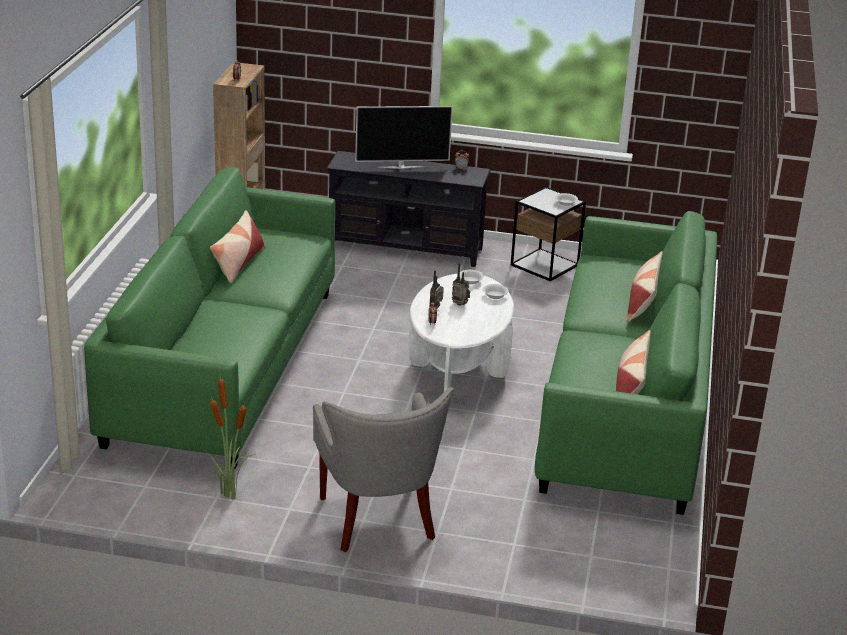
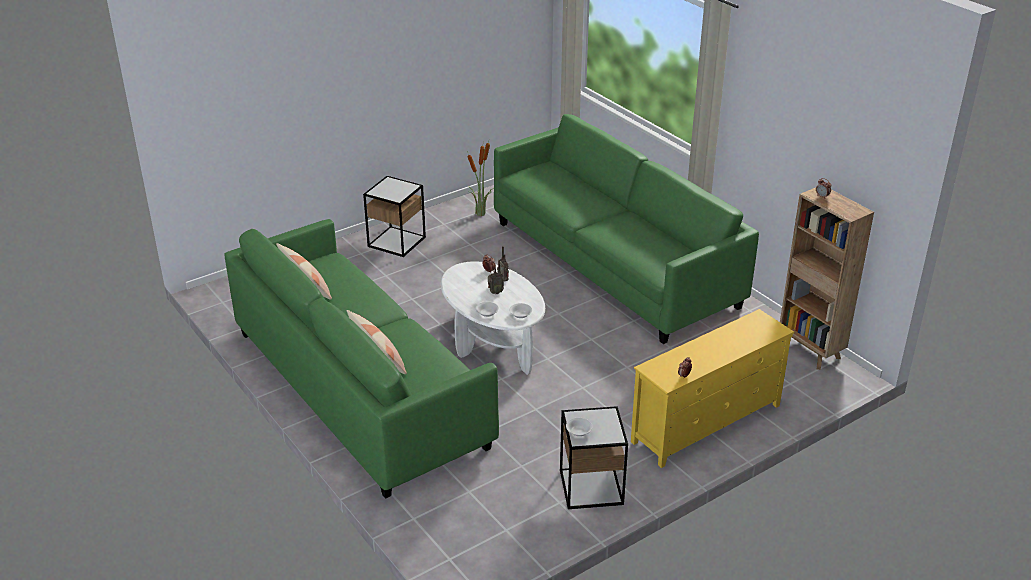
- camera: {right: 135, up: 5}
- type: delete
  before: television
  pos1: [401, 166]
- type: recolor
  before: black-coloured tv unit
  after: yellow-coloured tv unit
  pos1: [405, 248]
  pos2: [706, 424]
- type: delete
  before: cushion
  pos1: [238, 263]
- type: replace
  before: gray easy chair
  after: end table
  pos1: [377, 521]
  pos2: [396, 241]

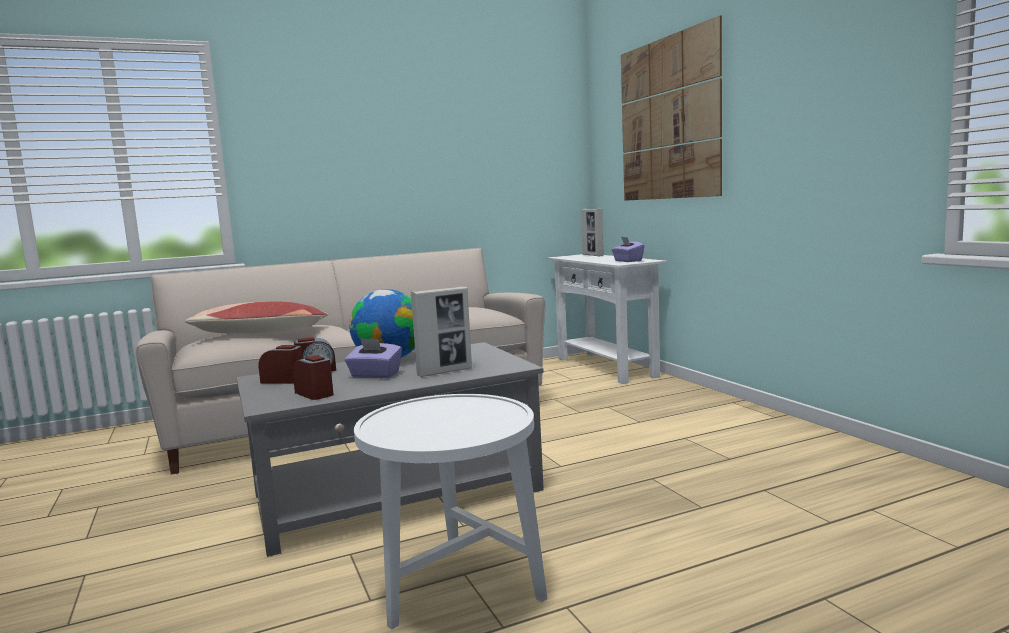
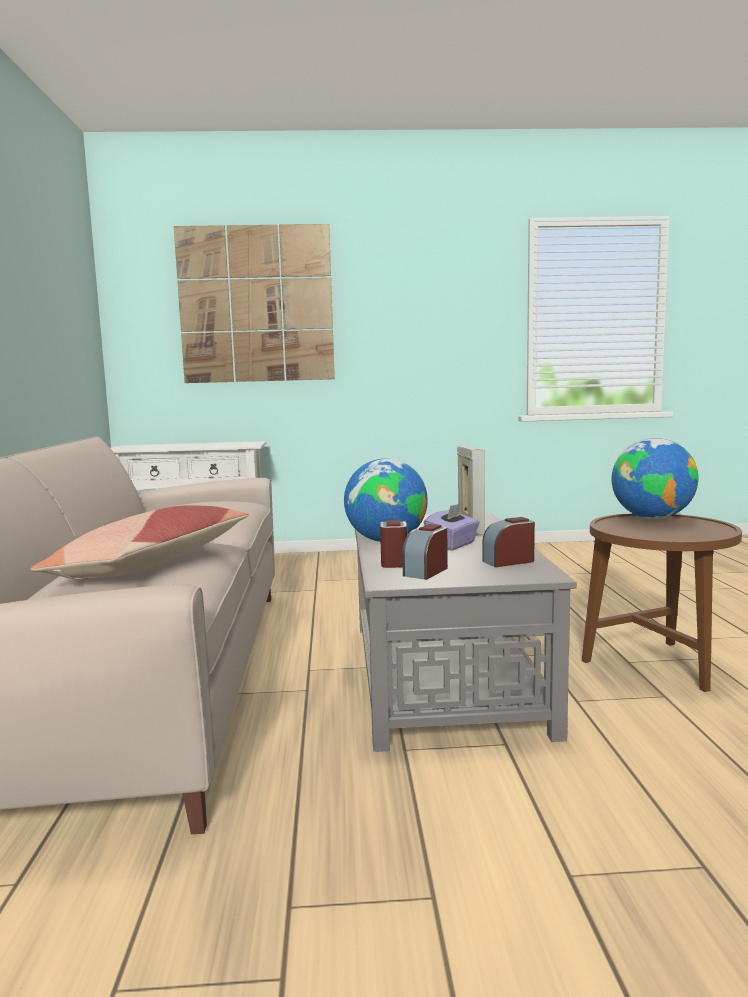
- camera: {right: -70, up: 0}
- type: delete
  before: photo frame
  pos1: [593, 255]
- type: delete
  before: purple tissue holder
  pos1: [627, 261]
- type: recolor
  before: white-coloured end table
  after: brown end table
  pos1: [457, 592]
  pos2: [656, 666]
- type: insert
  after: world globe
  pos2: [652, 518]

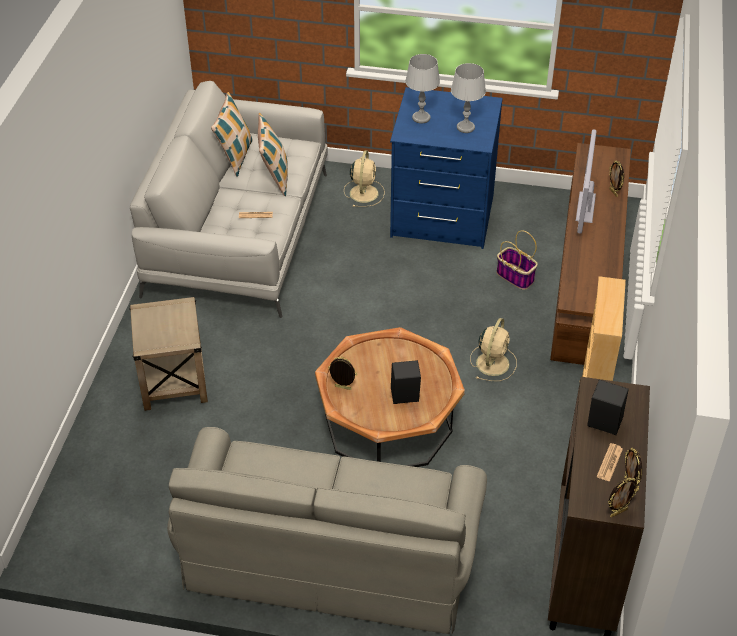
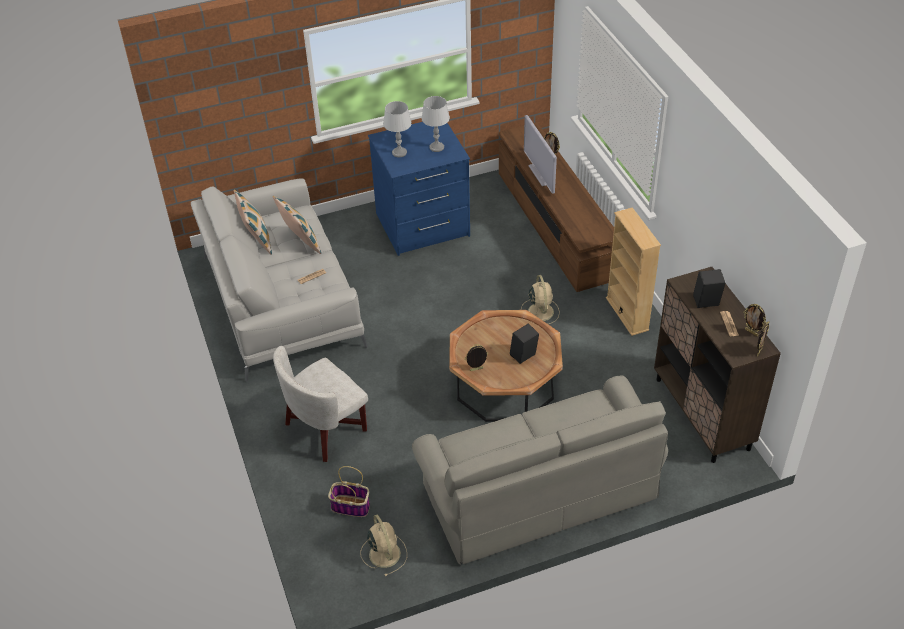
- camera: {right: -30, up: 0}
- type: move
  before: beige electric fan
  pos1: [364, 192]
  pos2: [384, 553]
- type: move
  before: household basket
  pos1: [516, 277]
  pos2: [351, 506]
- type: replace
  before: beige end table
  after: white-coloured easy chair
  pos1: [173, 380]
  pos2: [325, 428]

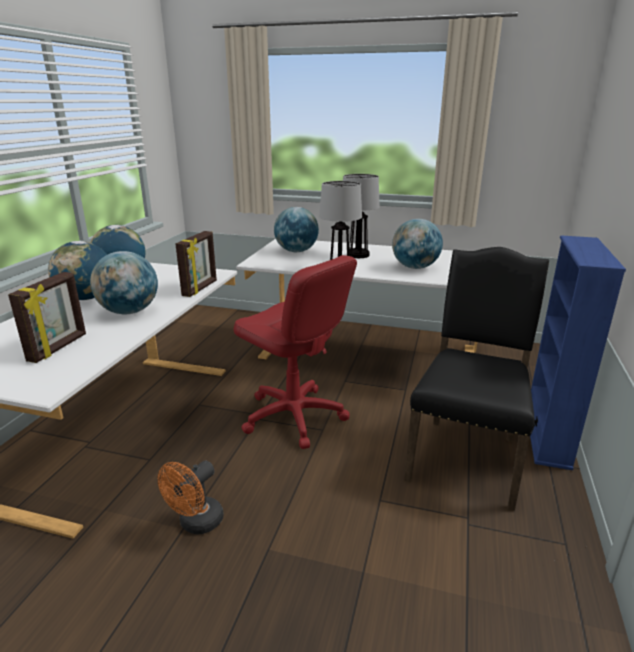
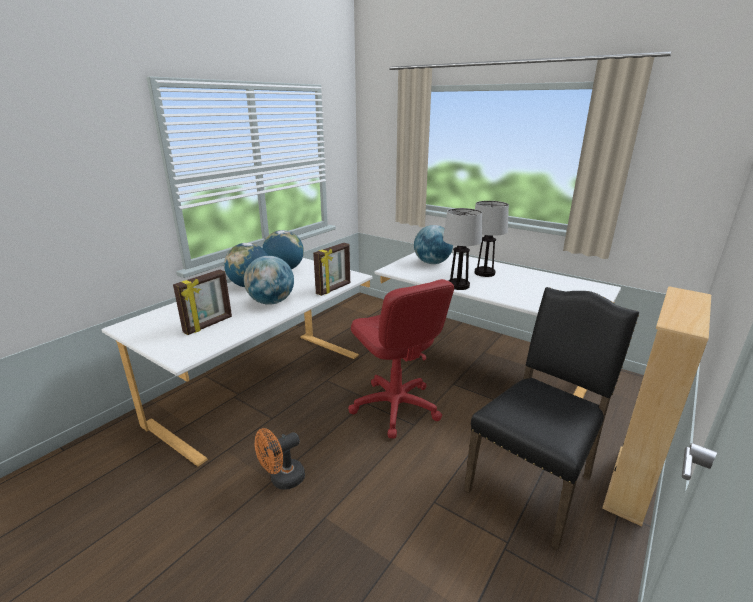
- camera: {right: 20, up: 0}
- type: delete
  before: world globe
  pos1: [415, 267]
- type: recolor
  before: blue-coloured shelving unit
  after: beige shelving unit
  pos1: [547, 436]
  pos2: [630, 483]

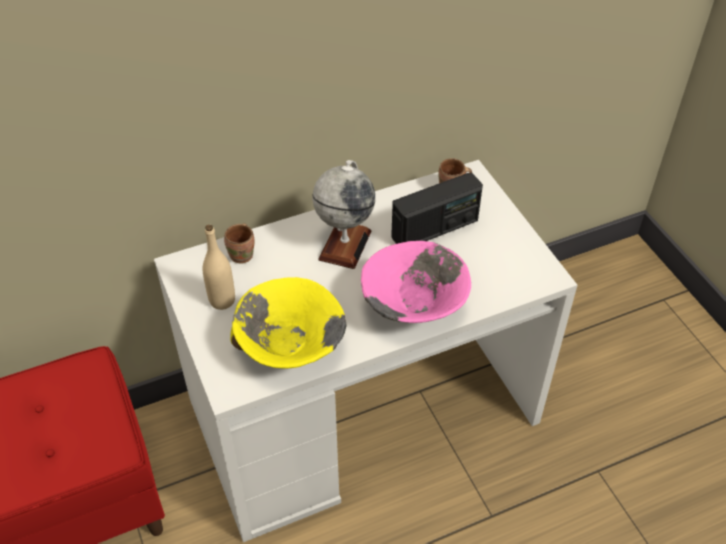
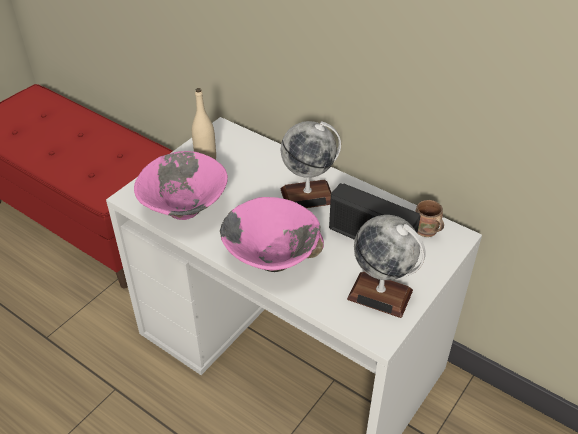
- camera: {right: 60, up: -5}
- type: delete
  before: brown mug
  pos1: [243, 255]
- type: recolor
  before: yellow-coloured deep dish
  after: pink-coloured deep dish
  pos1: [290, 349]
  pos2: [184, 210]
- type: insert
  after: world globe
  pos2: [380, 294]

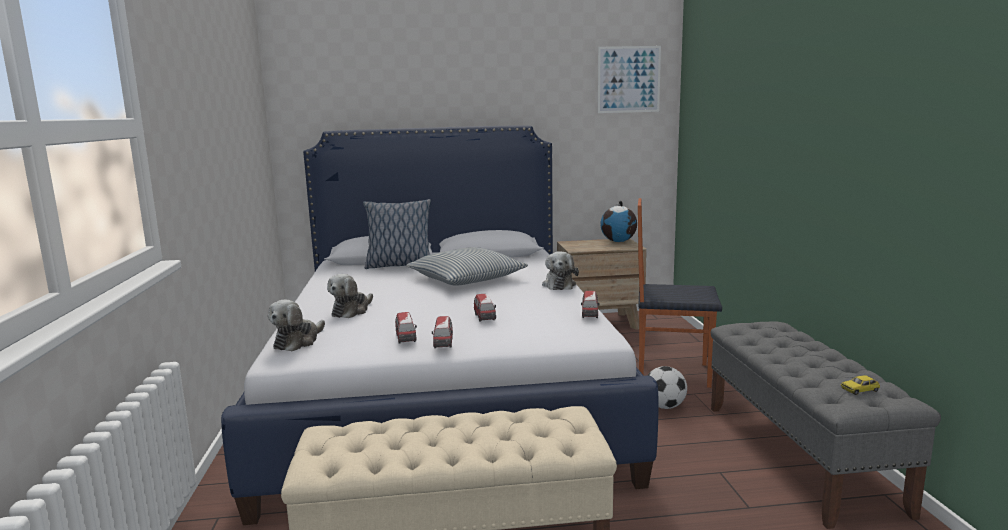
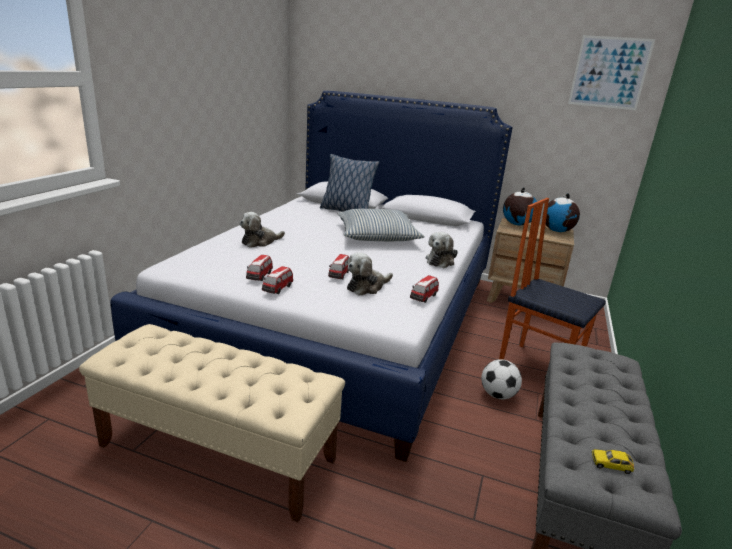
- camera: {right: 25, up: 10}
- type: move
  before: soft toy
  pos1: [298, 341]
  pos2: [367, 287]
- type: insert
  after: world globe
  pos2: [516, 224]

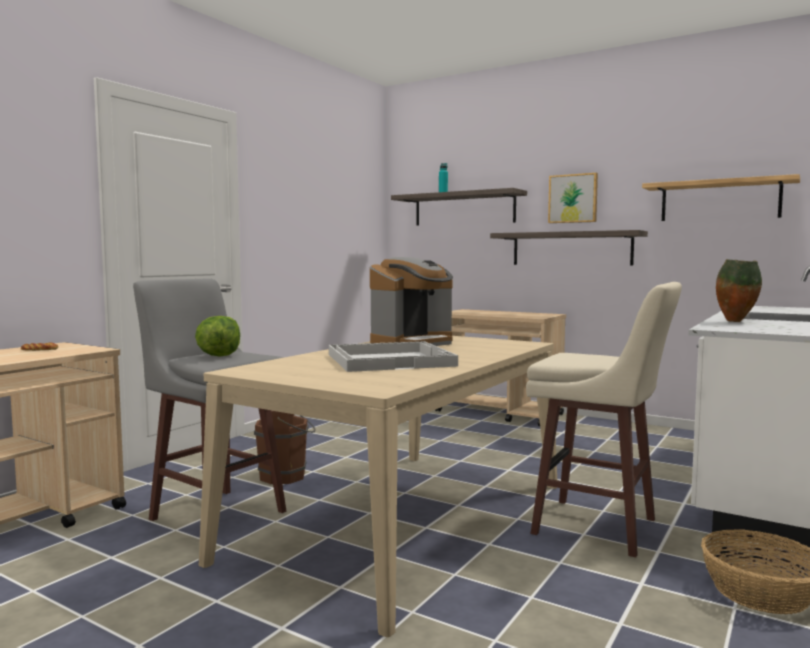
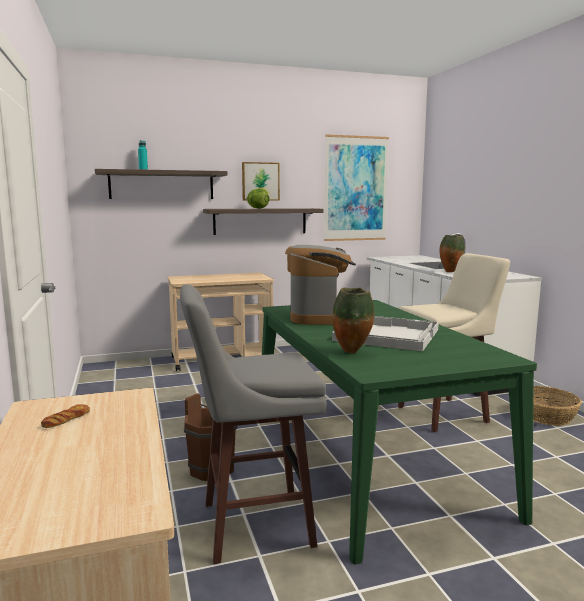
- camera: {right: -50, up: 5}
- type: replace
  before: shelf
  after: wall picture
  pos1: [719, 201]
  pos2: [356, 189]
- type: move
  before: lettuce head
  pos1: [219, 356]
  pos2: [257, 208]
- type: recolor
  before: beige dining table
  after: green dining table
  pos1: [404, 520]
  pos2: [367, 457]
- type: insert
  after: decorative vase
  pos2: [352, 352]

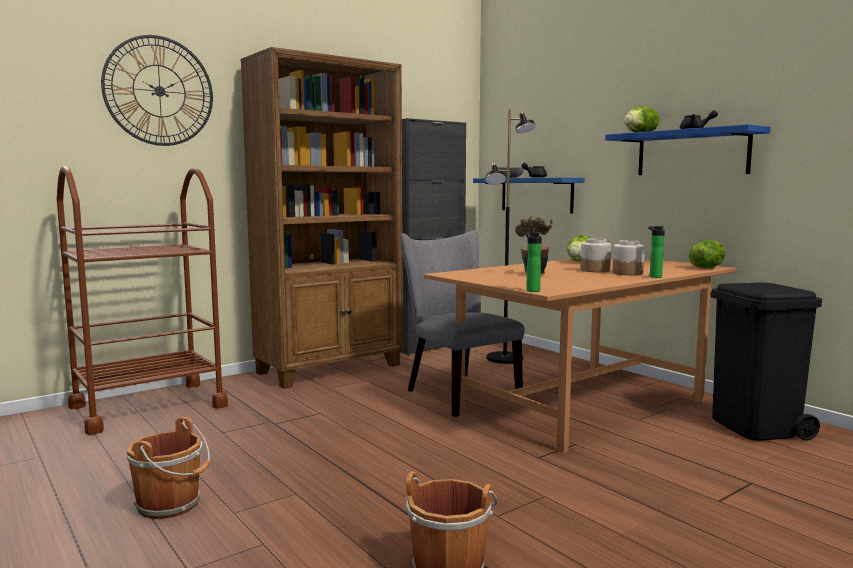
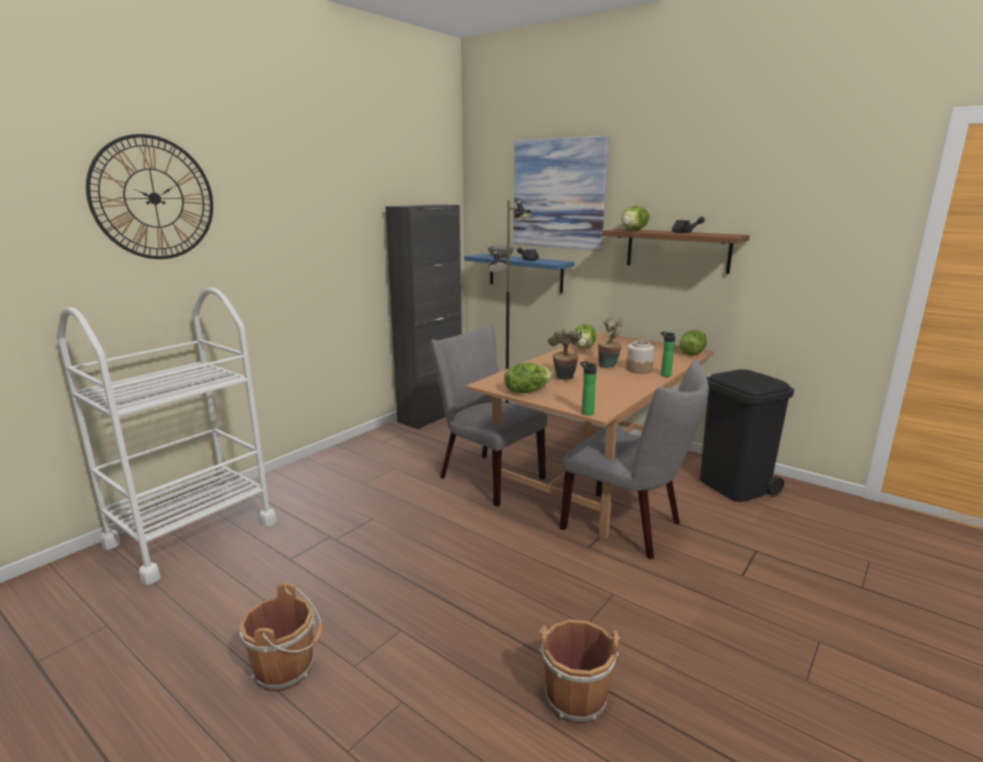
- camera: {right: -15, up: 10}
- type: delete
  before: brown shelving unit
  pos1: [331, 369]
- type: recolor
  before: blue-coloured shelf
  after: brown shelf
  pos1: [691, 153]
  pos2: [677, 250]
- type: recolor
  before: brown cart
  after: white-coloured cart
  pos1: [148, 406]
  pos2: [192, 533]
- type: replace
  before: storage jar
  after: plant in a pot
  pos1: [595, 270]
  pos2: [609, 366]
- type: insert
  after: wall picture
  pos2: [558, 194]
- type: insert
  after: gray upright chair
  pos2: [628, 526]
- type: insert
  after: lettuce head
  pos2: [526, 391]

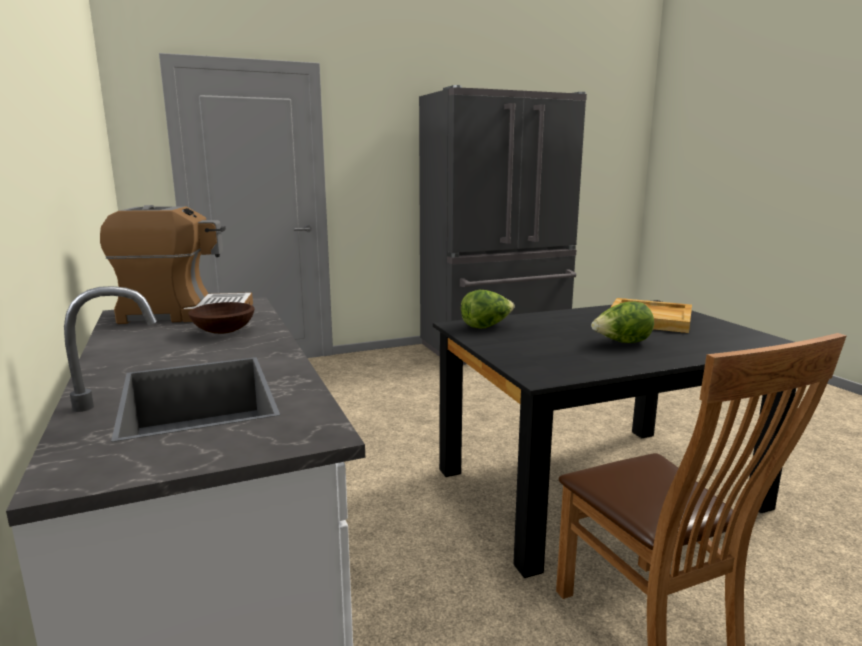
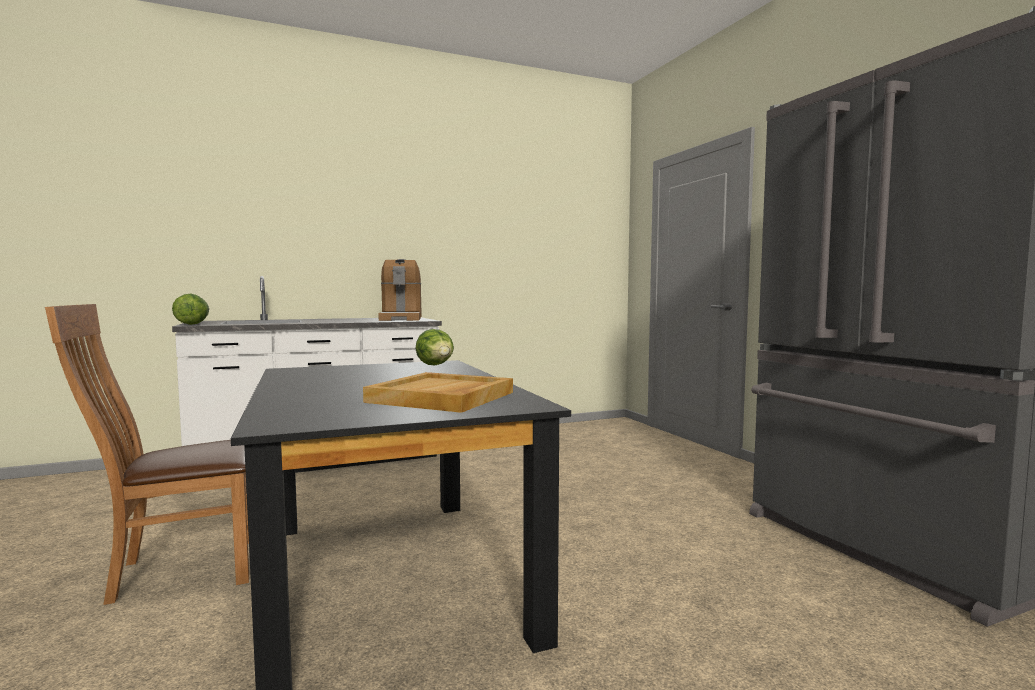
- camera: {right: 90, up: -10}
- type: delete
  before: brown deep dish
  pos1: [222, 331]
- type: move
  before: lettuce head
  pos1: [621, 343]
  pos2: [192, 324]

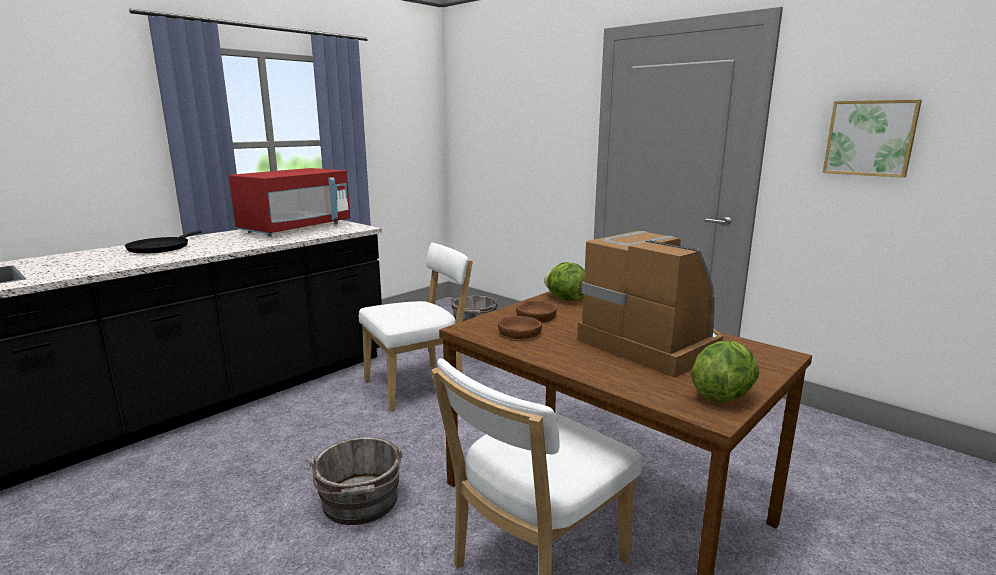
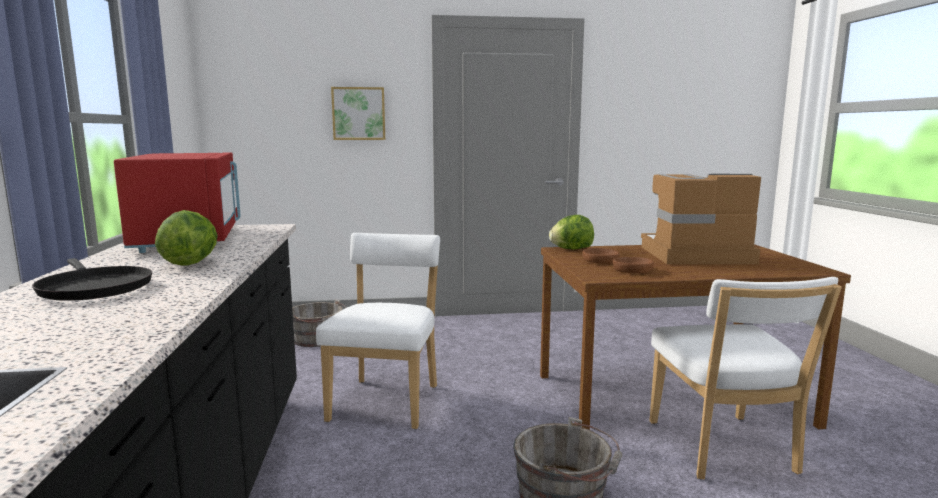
- camera: {right: -50, up: -5}
- type: move
  before: wall picture
  pos1: [870, 138]
  pos2: [358, 113]
- type: move
  before: lettuce head
  pos1: [722, 396]
  pos2: [190, 263]

